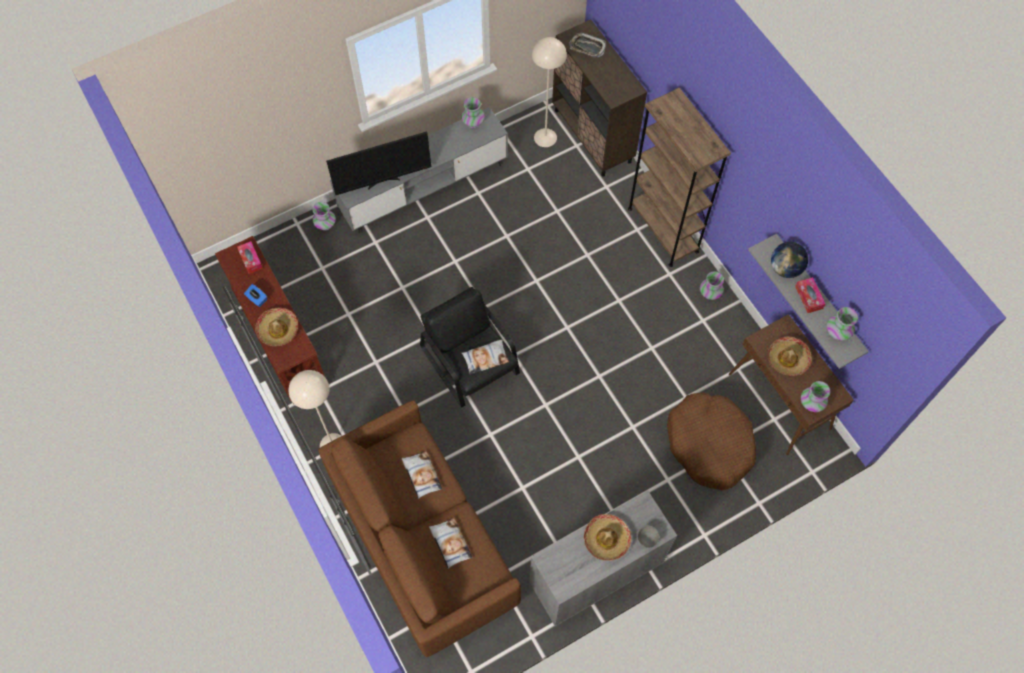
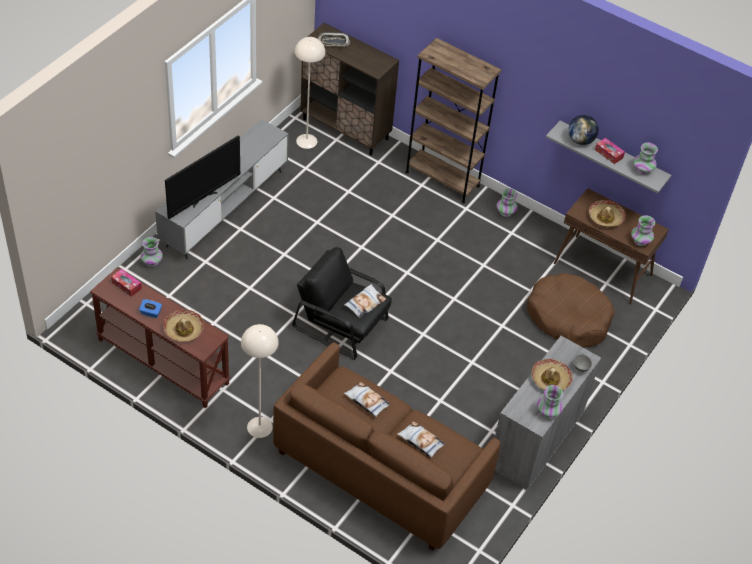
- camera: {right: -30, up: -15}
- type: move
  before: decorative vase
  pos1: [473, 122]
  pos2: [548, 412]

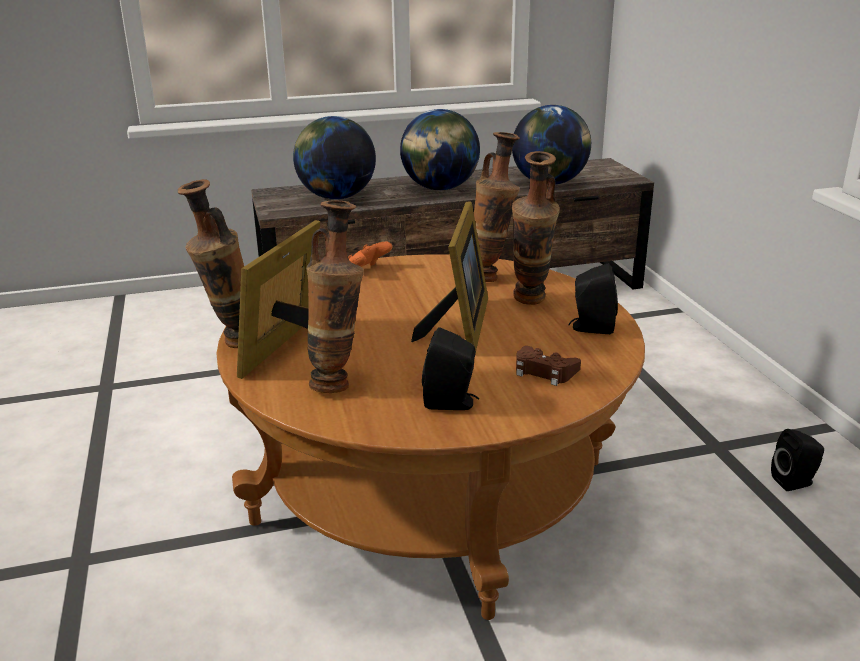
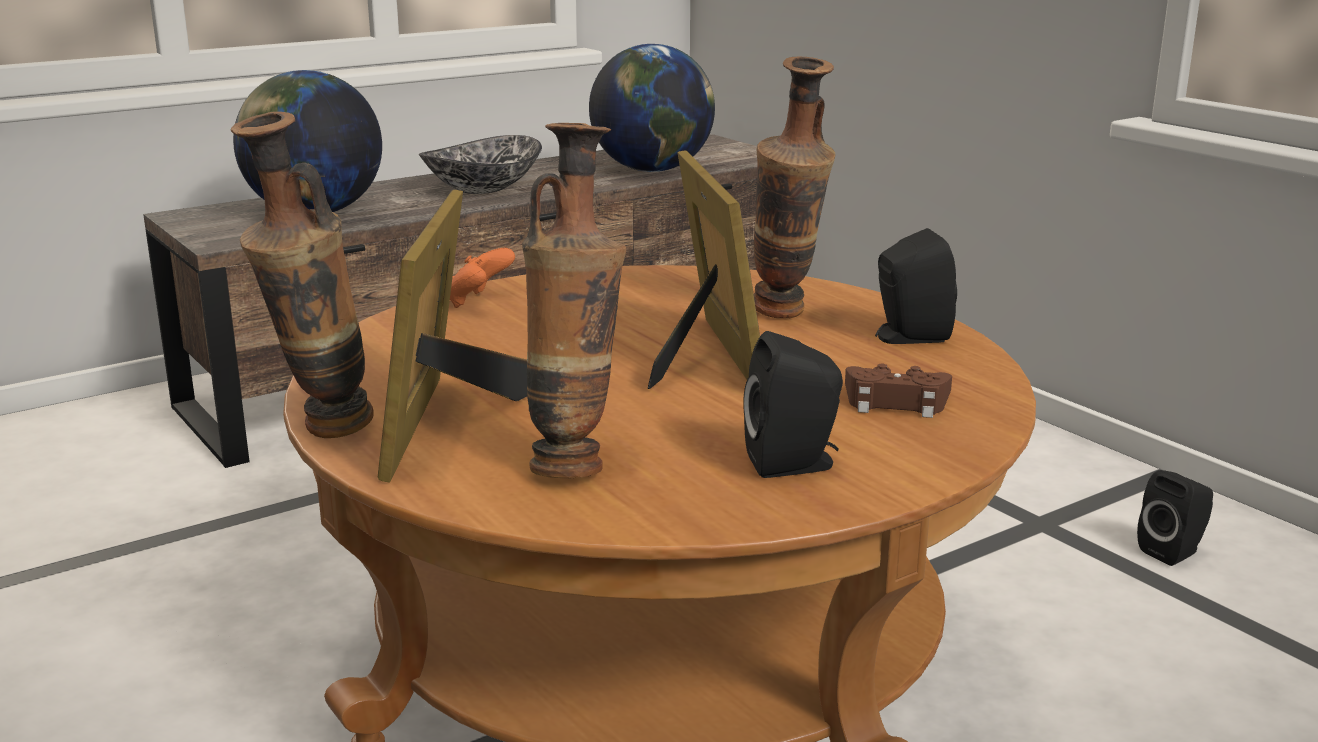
- camera: {right: -20, up: -5}
- type: replace
  before: world globe
  after: deep dish
  pos1: [440, 188]
  pos2: [484, 189]
- type: delete
  before: decorative vase
  pos1: [491, 277]

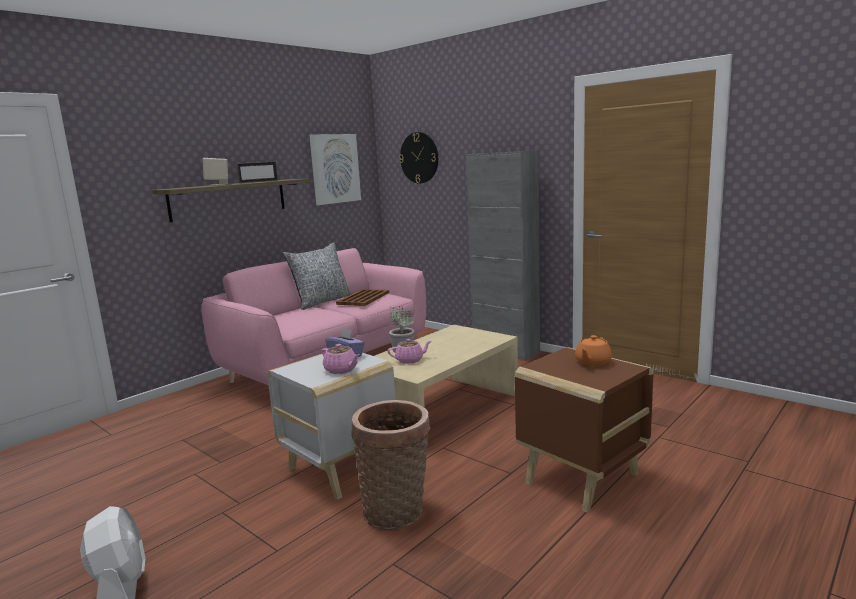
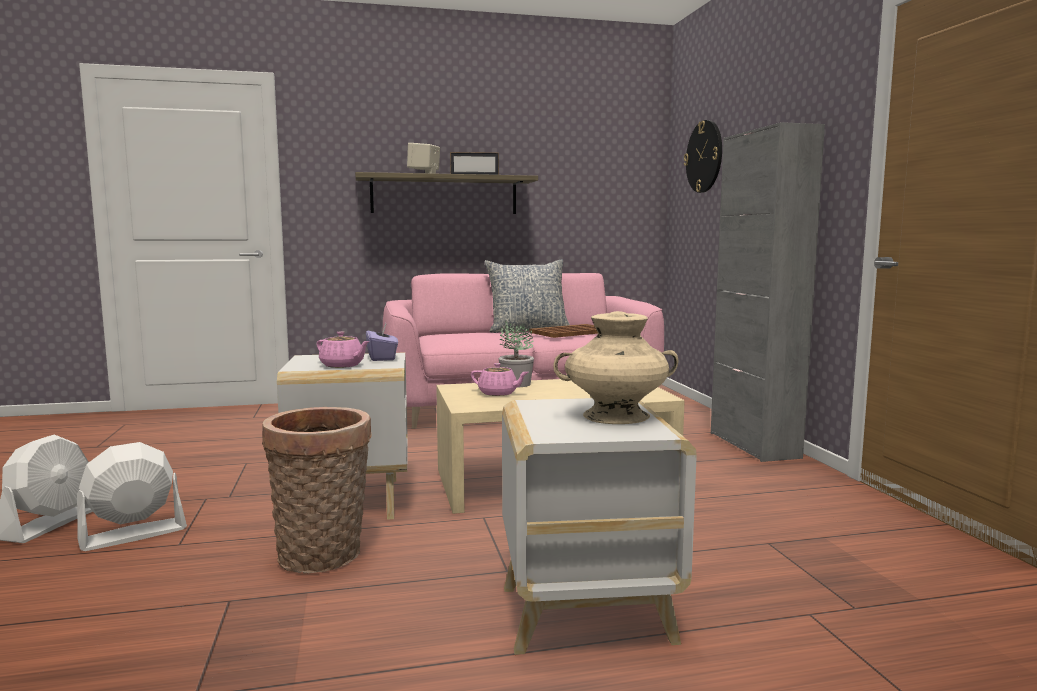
- camera: {right: 35, up: -5}
- type: delete
  before: wall picture
  pos1: [335, 168]
- type: replace
  before: orange teapot
  after: beige decorative vase
  pos1: [592, 362]
  pos2: [615, 416]
- type: rotate
  before: pink-coloured teapot
  pos1: [341, 370]
  pos2: [342, 365]
  turn: -45
- type: recolor
  before: brown end table
  after: white-coloured end table
  pos1: [581, 479]
  pos2: [582, 614]
- type: insert
  after: white-coloured electric fan
  pos2: [133, 534]

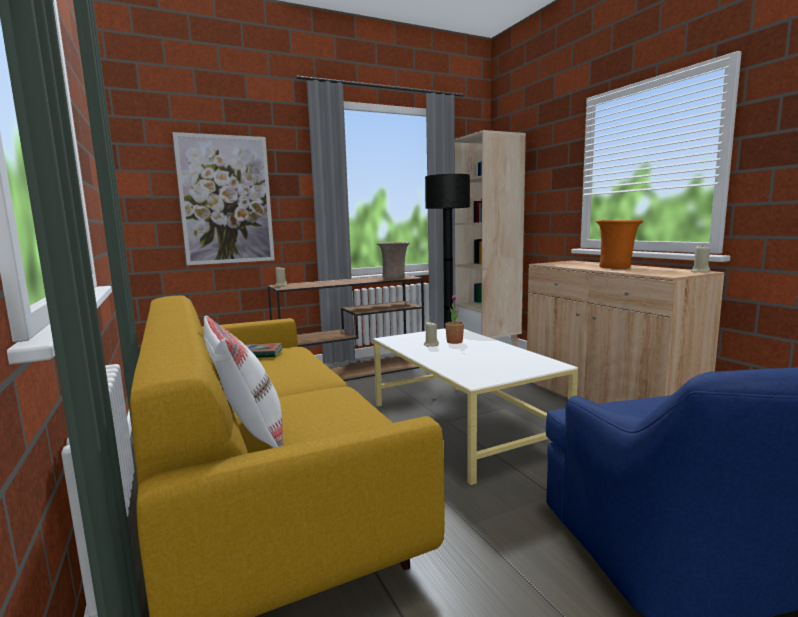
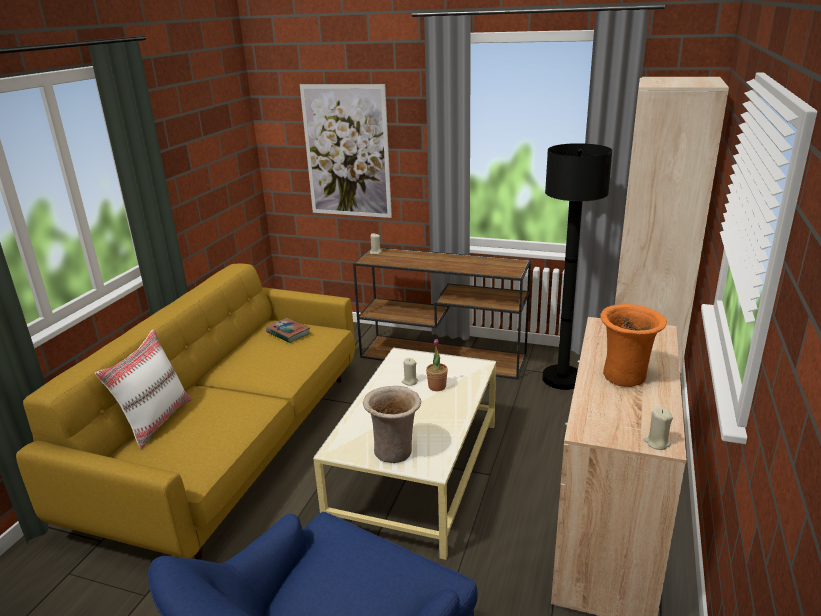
- camera: {right: 45, up: 15}
- type: move
  before: beige decorative vase
  pos1: [394, 278]
  pos2: [394, 451]

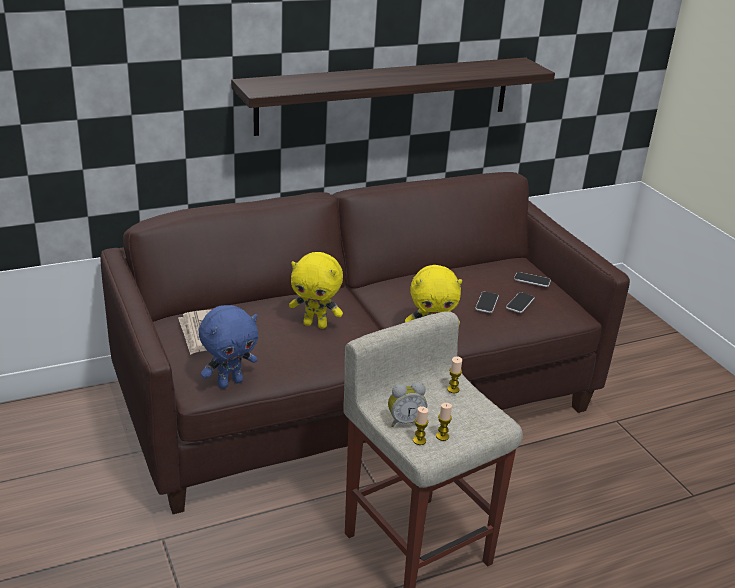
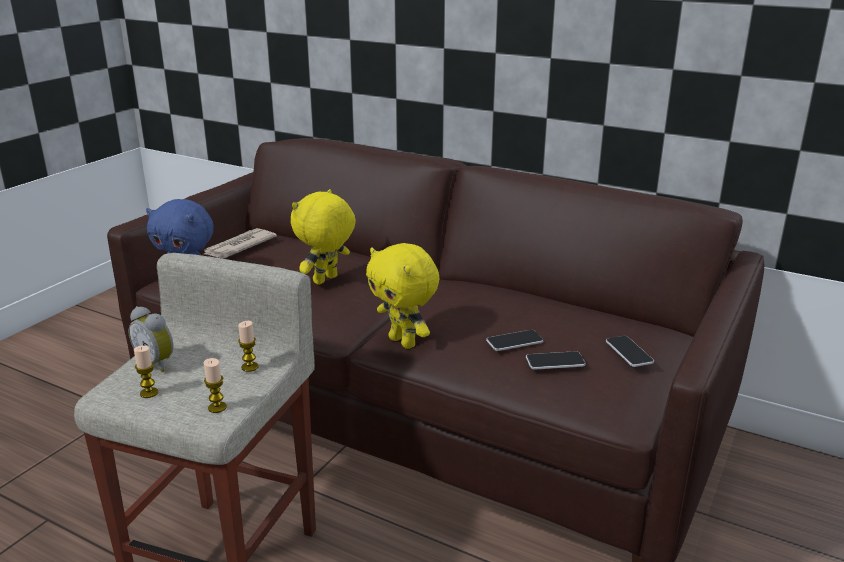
- camera: {right: 55, up: -5}
- type: delete
  before: shelf
  pos1: [386, 95]
- type: rotate
  before: yellow-coloured soft toy
  pos1: [315, 324]
  pos2: [326, 280]
  turn: 60
- type: move
  before: wax light
  pos1: [419, 440]
  pos2: [217, 407]

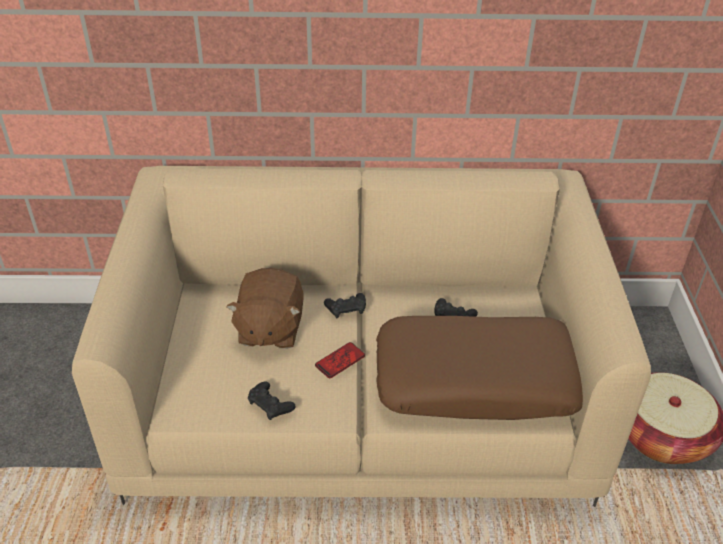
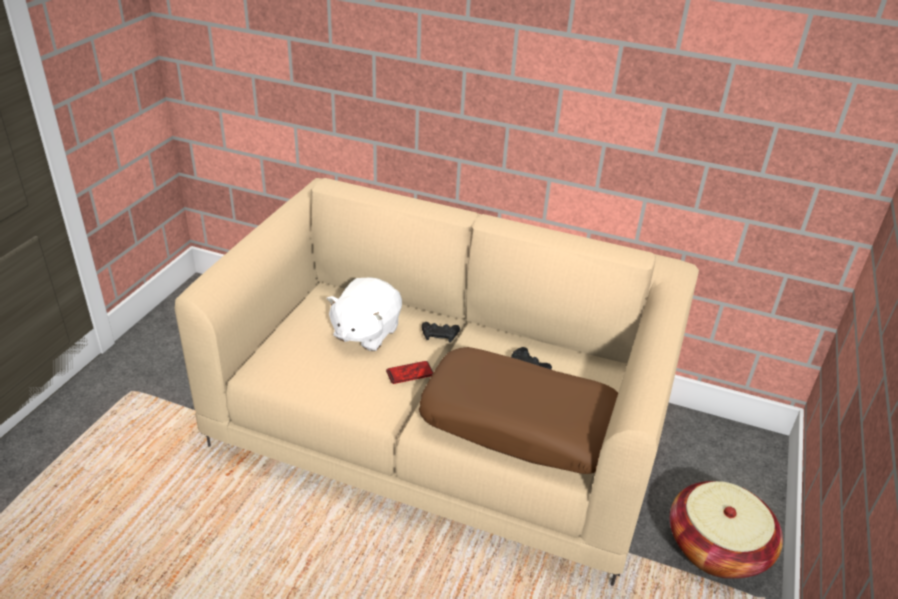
- camera: {right: 20, up: -5}
- type: recolor
  before: brown soft toy
  after: white-coloured soft toy
  pos1: [269, 329]
  pos2: [365, 332]
- type: delete
  before: black-coloured game controller
  pos1: [270, 405]

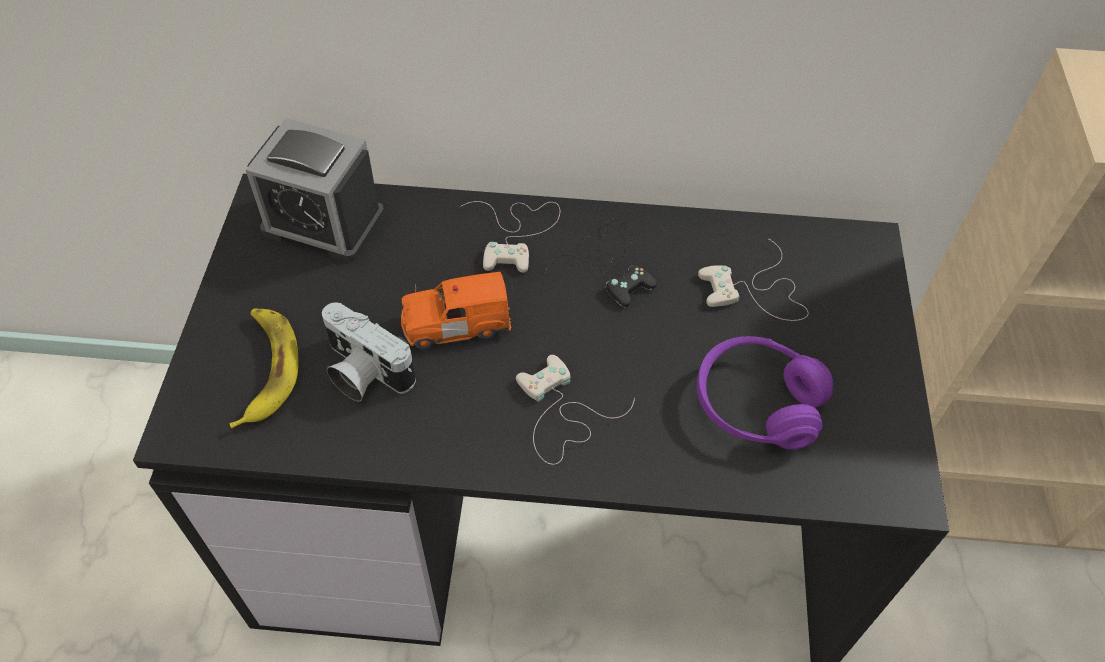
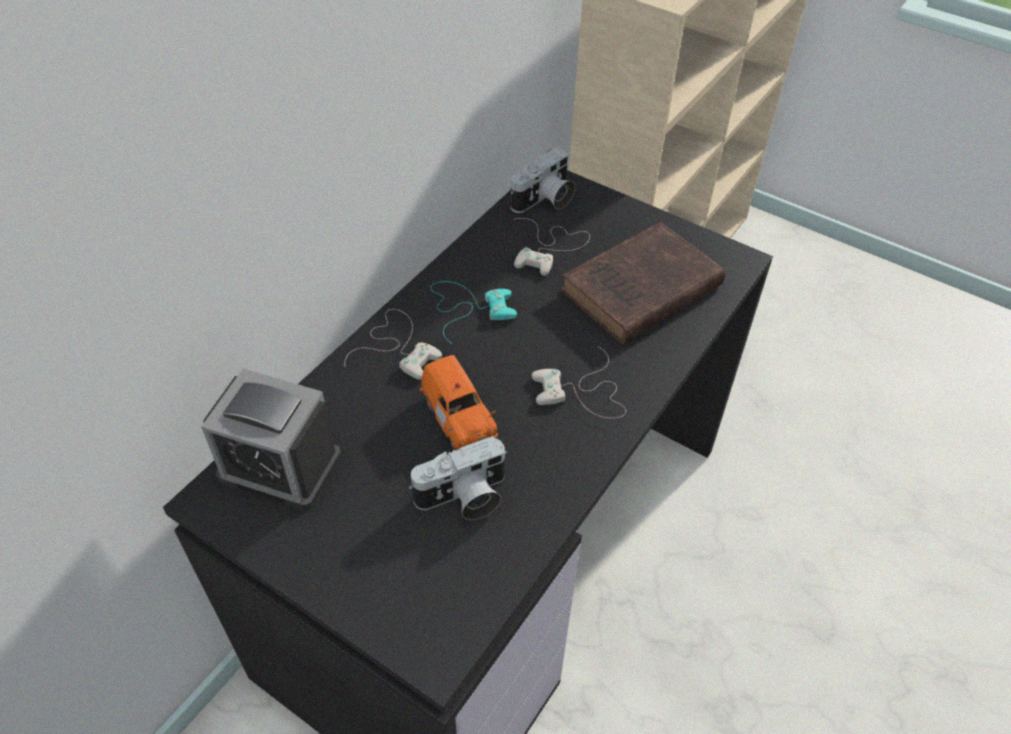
- camera: {right: -60, up: -5}
- type: rotate
  before: alarm clock
  pos1: [323, 222]
  pos2: [280, 466]
  turn: 60
- type: recolor
  before: black-coloured game controller
  after: turquoise game controller
  pos1: [609, 262]
  pos2: [468, 307]
- type: rotate
  before: orange toy car
  pos1: [455, 324]
  pos2: [459, 420]
  turn: -45
- type: delete
  before: banana
  pos1: [266, 369]
- type: replace
  before: purple pair of headphones
  after: brown bound book
  pos1: [757, 403]
  pos2: [638, 291]
- type: insert
  after: still camera
  pos2: [545, 200]

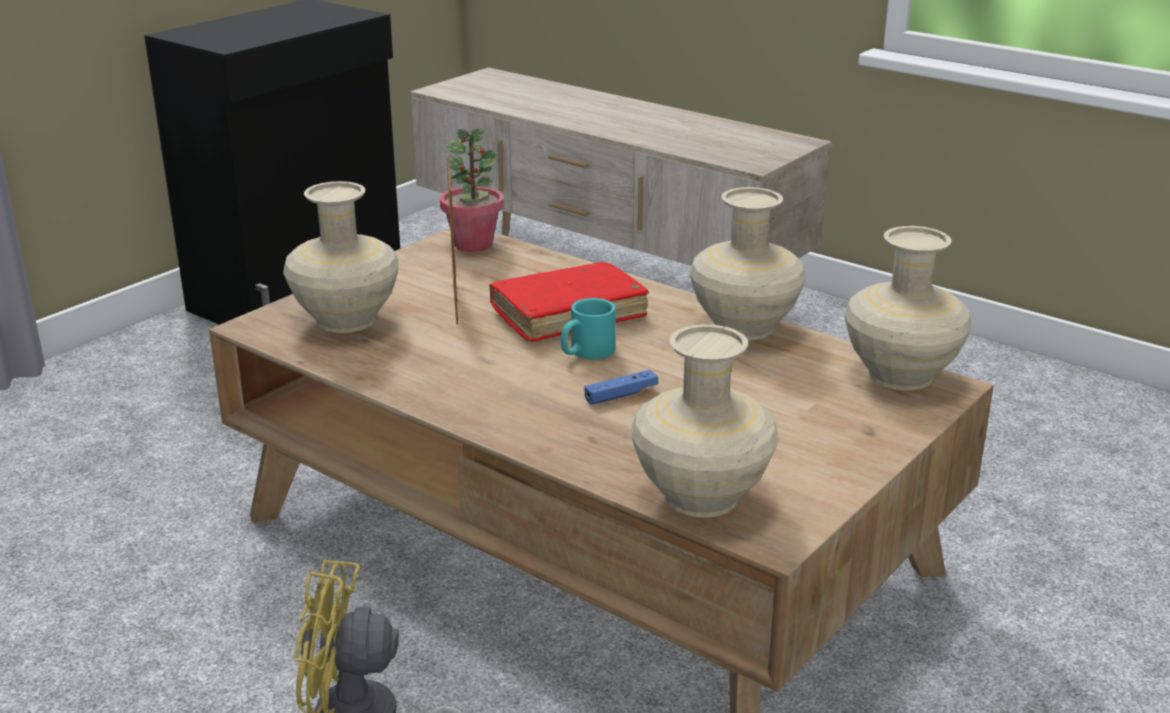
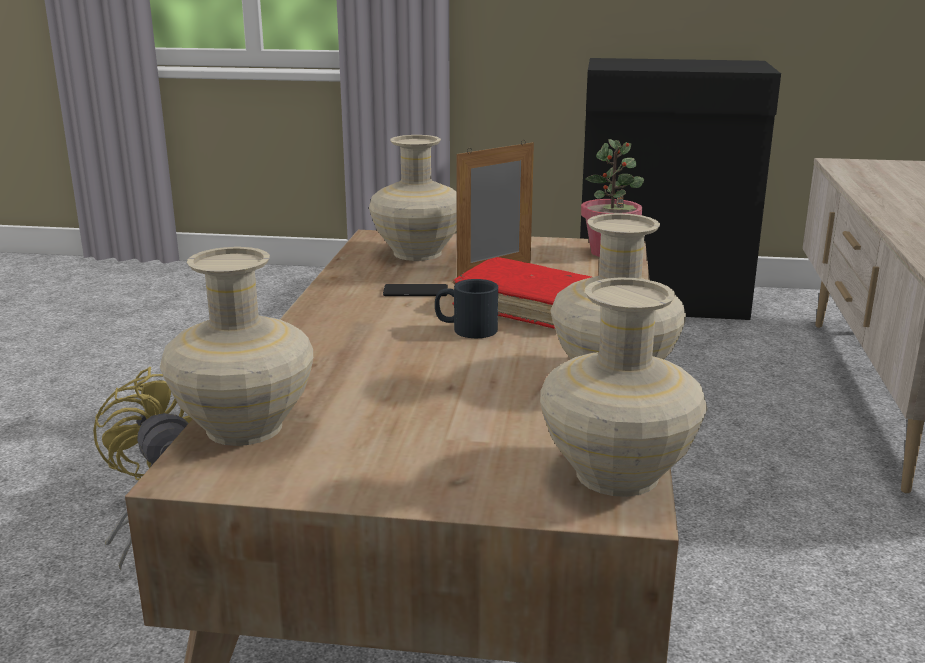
- camera: {right: 60, up: -5}
- type: recolor
  before: turquoise mug
  after: black-coloured mug
  pos1: [586, 353]
  pos2: [466, 329]
- type: delete
  before: blue-coloured game controller
  pos1: [621, 395]
- type: insert
  after: phone
  pos2: [415, 291]

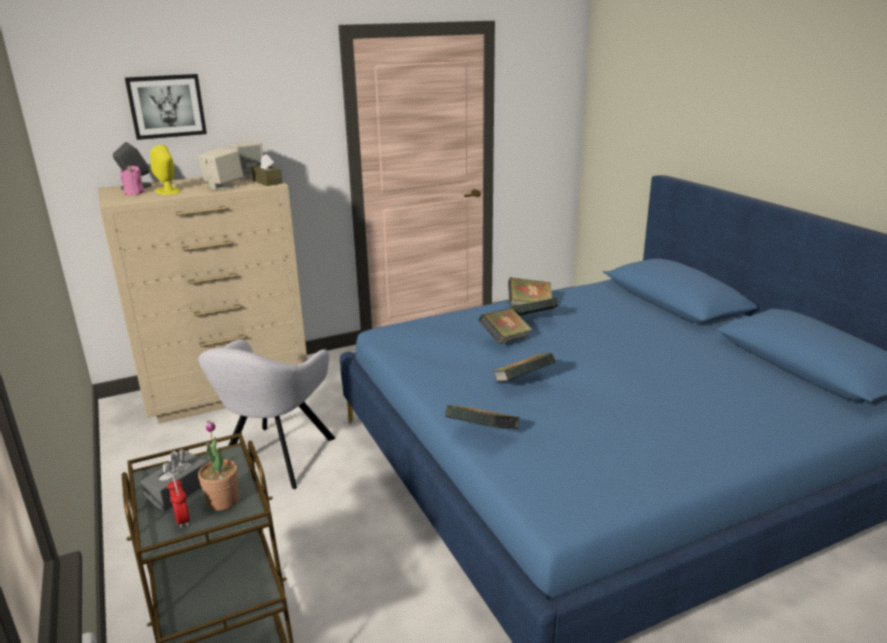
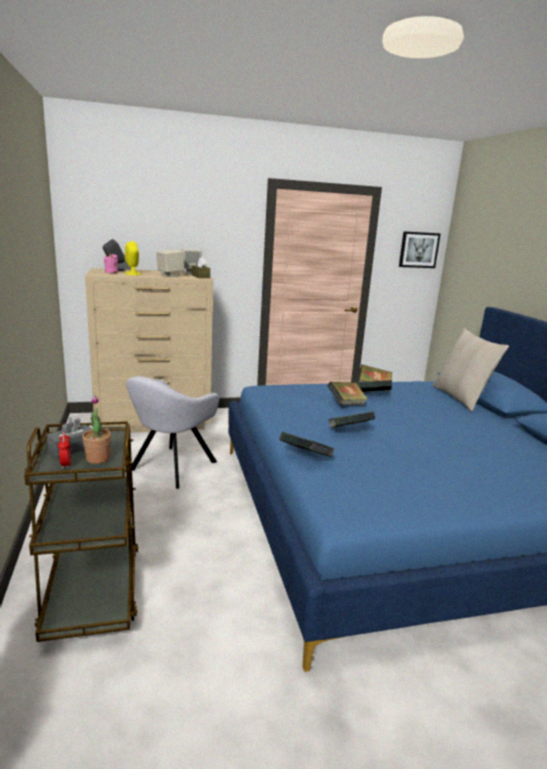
- camera: {right: 10, up: -5}
- type: move
  before: wall picture
  pos1: [166, 106]
  pos2: [418, 250]
- type: insert
  after: beige cushion
  pos2: [461, 398]

